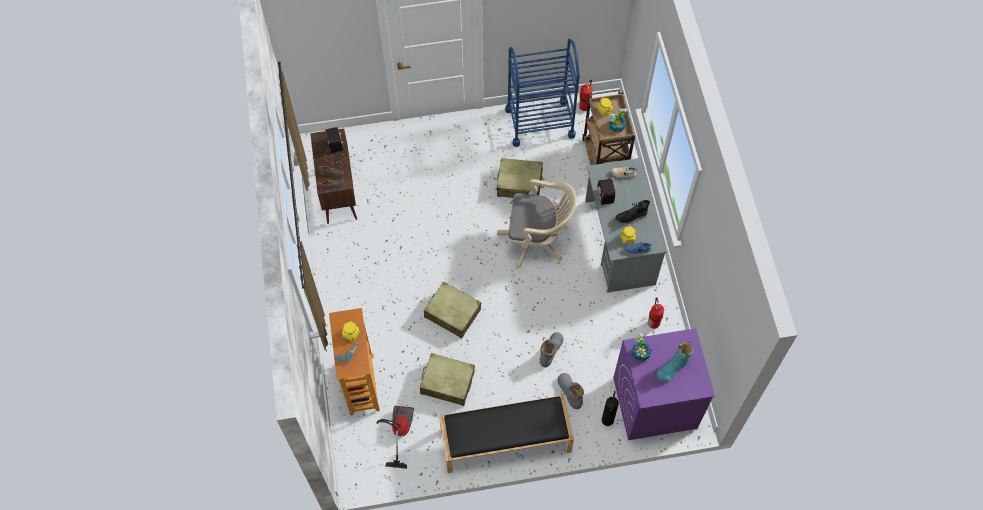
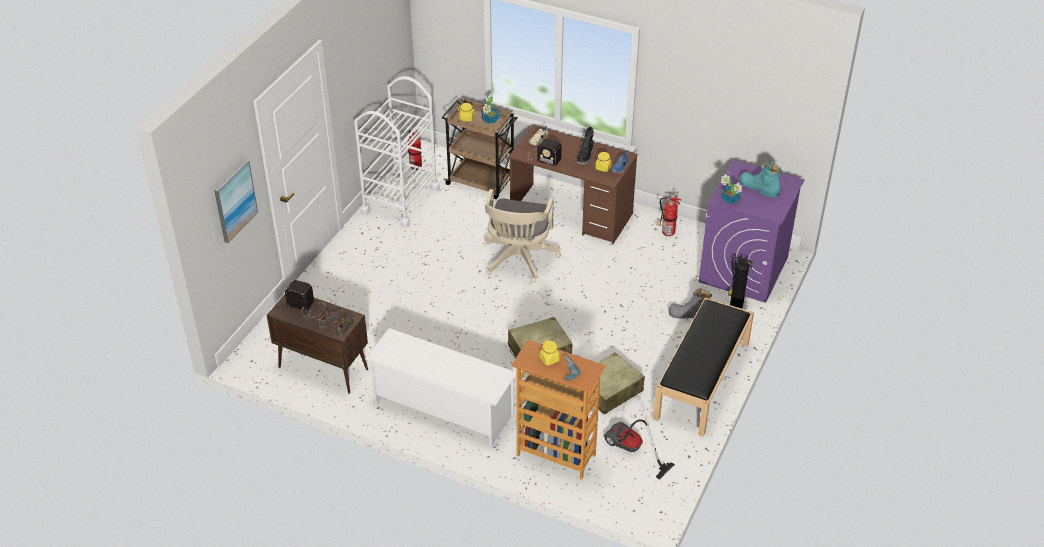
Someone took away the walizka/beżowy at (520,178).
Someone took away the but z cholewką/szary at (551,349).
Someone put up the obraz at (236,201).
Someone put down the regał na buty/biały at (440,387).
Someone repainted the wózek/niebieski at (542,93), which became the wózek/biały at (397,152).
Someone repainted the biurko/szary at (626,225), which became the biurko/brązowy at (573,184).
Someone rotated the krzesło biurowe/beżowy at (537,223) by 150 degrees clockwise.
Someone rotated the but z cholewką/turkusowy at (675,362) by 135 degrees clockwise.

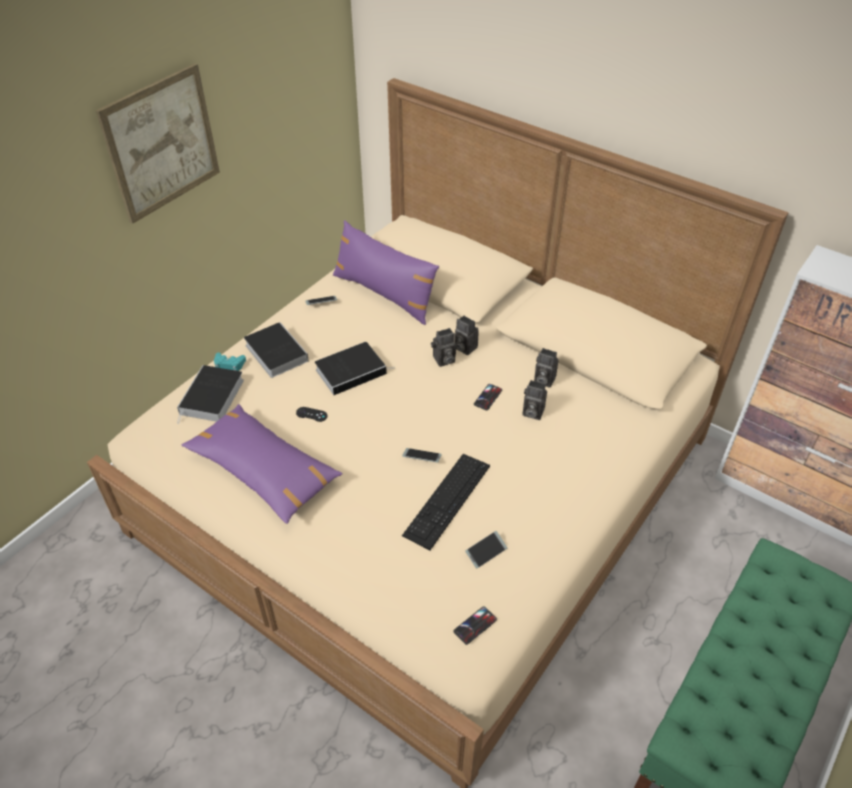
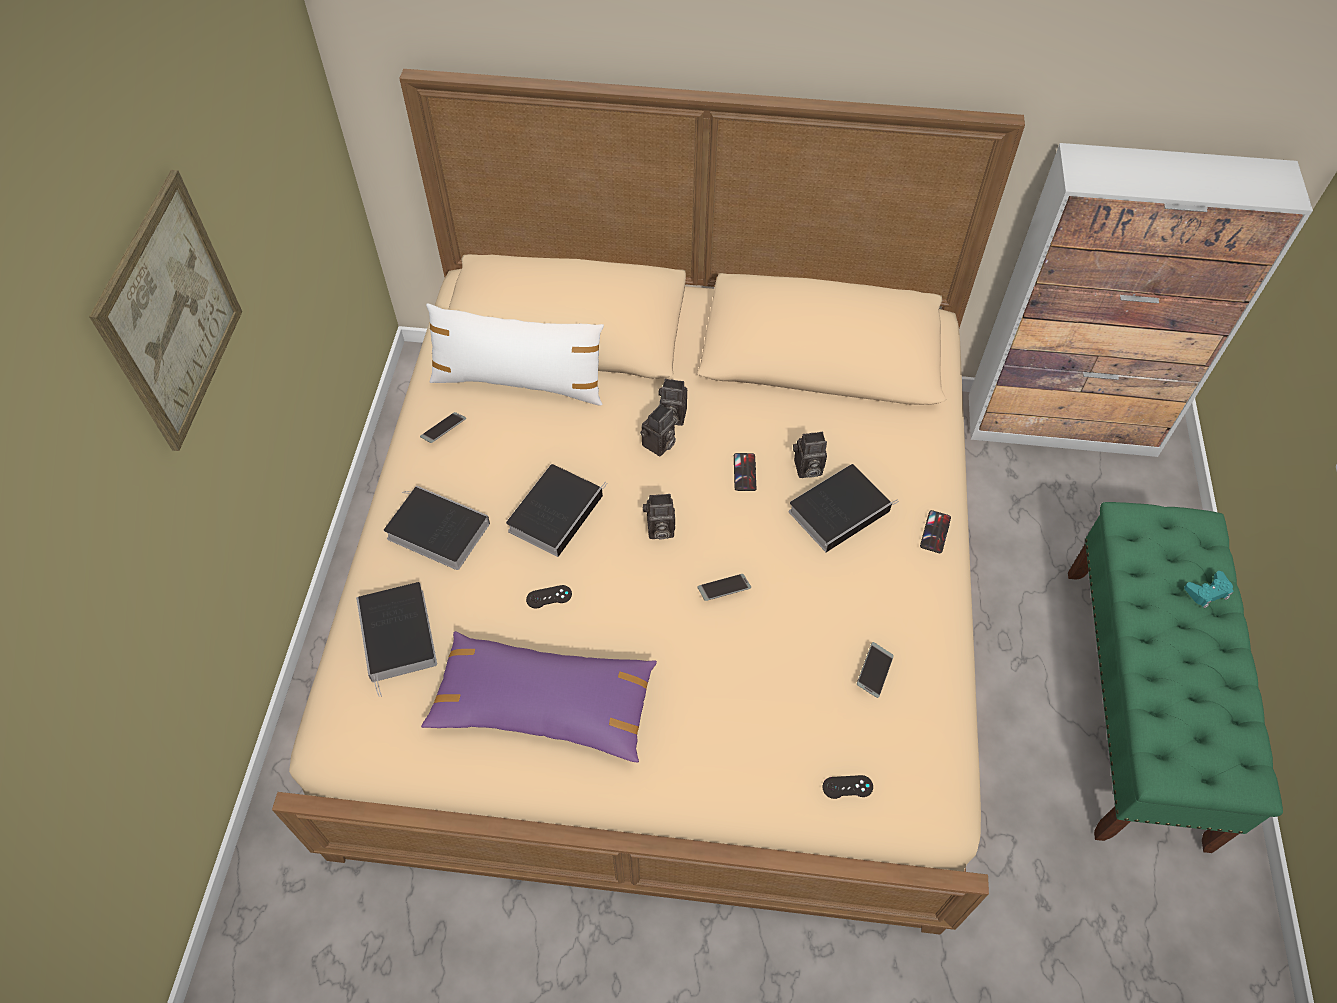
Someone took away the klawiatura at (446,502).
Someone put down the książka at (843,508).
Someone put down the pad do gier/czarny at (848,787).
Someone carried the pad do gier/turkusowy from (230,362) to (1209,589).
Someone carried the telefon from (475,625) to (935,531).
Someone carried the aparat fotograficzny from (546,368) to (659,516).
Someone repainted the poduszka/fioletowy at (386,272), which became the poduszka/biały at (515,355).

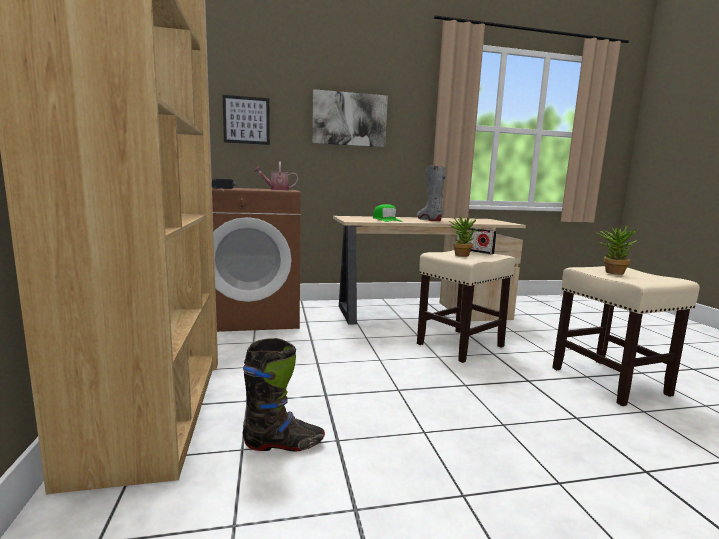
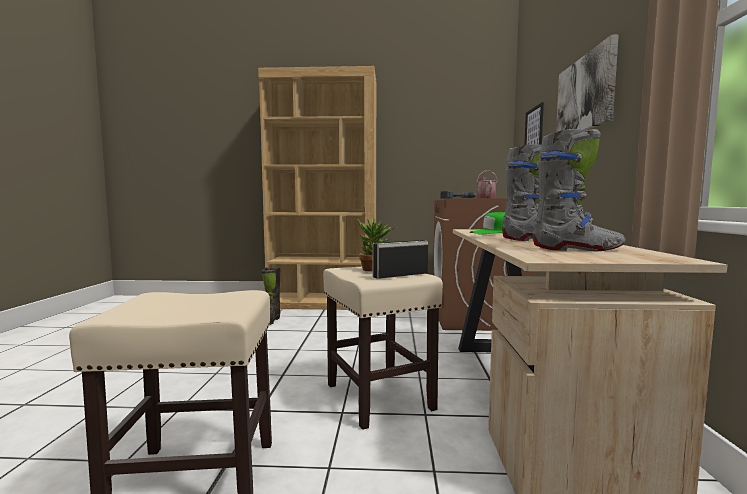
Someone took away the roślina doniczkowa at (616,250).
Someone put down the but z cholewką/szary at (579,190).

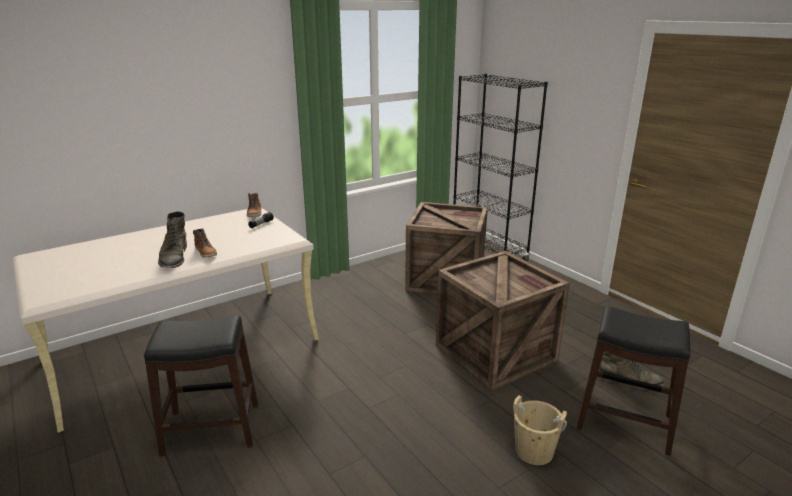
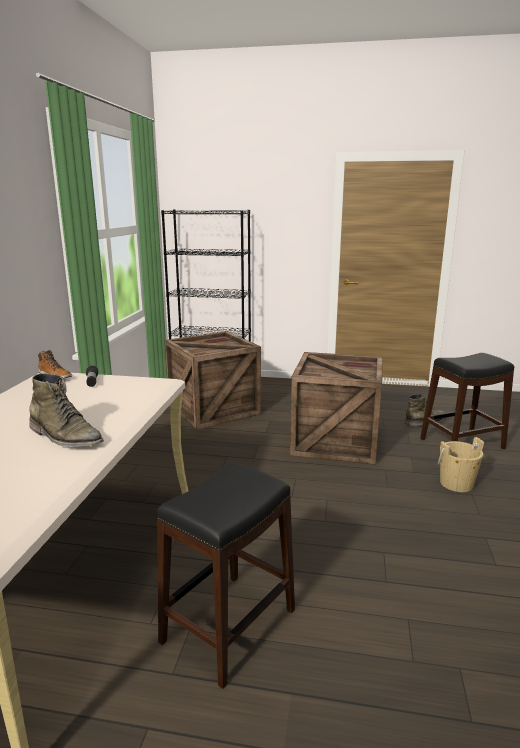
Someone took away the but z cholewką at (205,243).

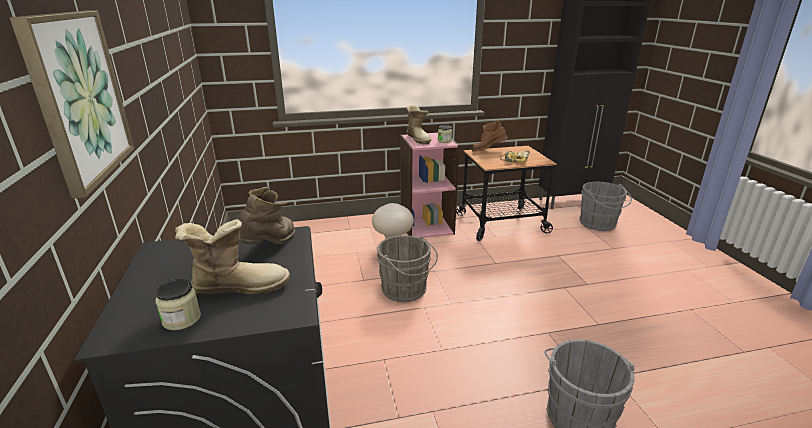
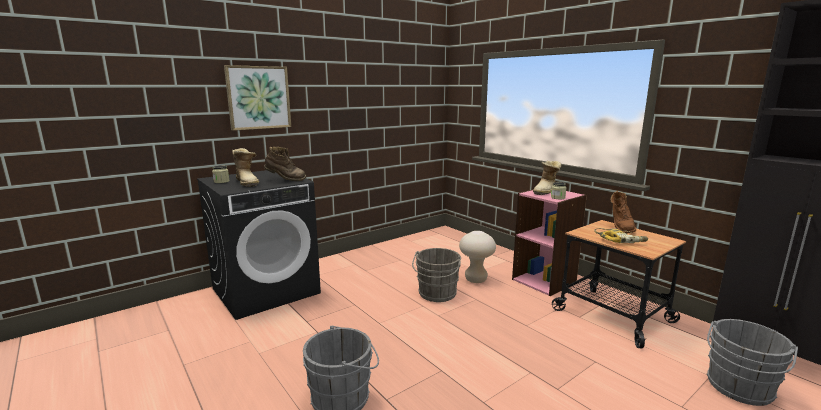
Someone rotated the but z cholewką/brązowy at (490,136) by 135 degrees counterclockwise.

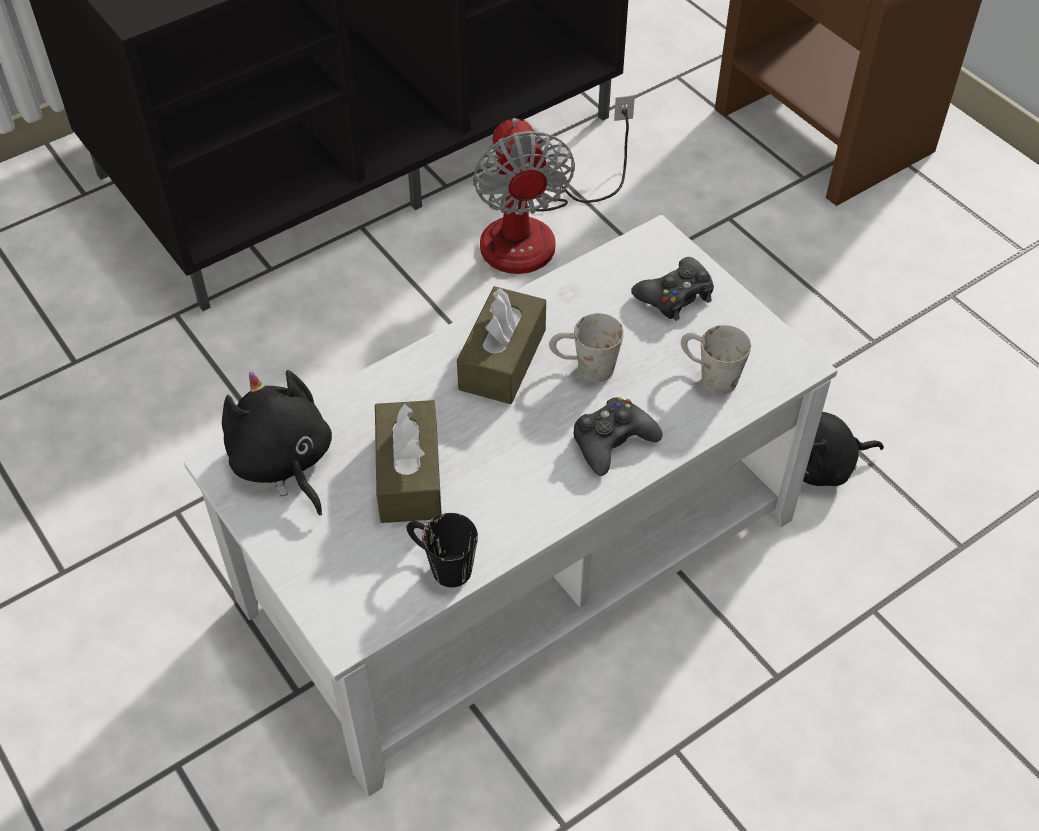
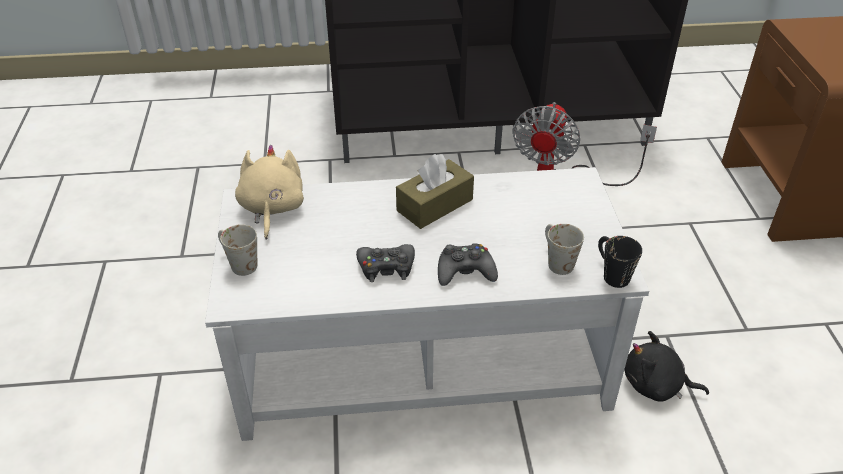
Someone took away the pudełko chusteczek/brązowy at (408,461).
Someone carried the kubek/czarny from (442,550) to (620,262).
Someone carried the kubek/biały from (586,348) to (237,250).
Someone carried the pad do gier/czarny from (672,289) to (385,263).
Someone repainted the pluszak/czarny at (277,442), which became the pluszak/beżowy at (269,192).

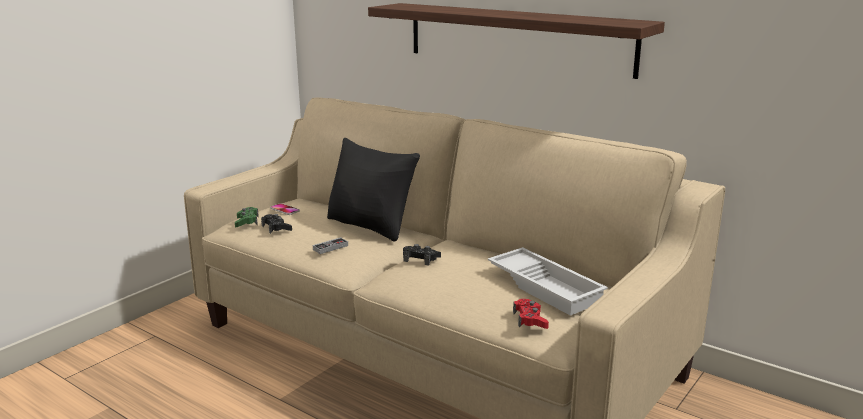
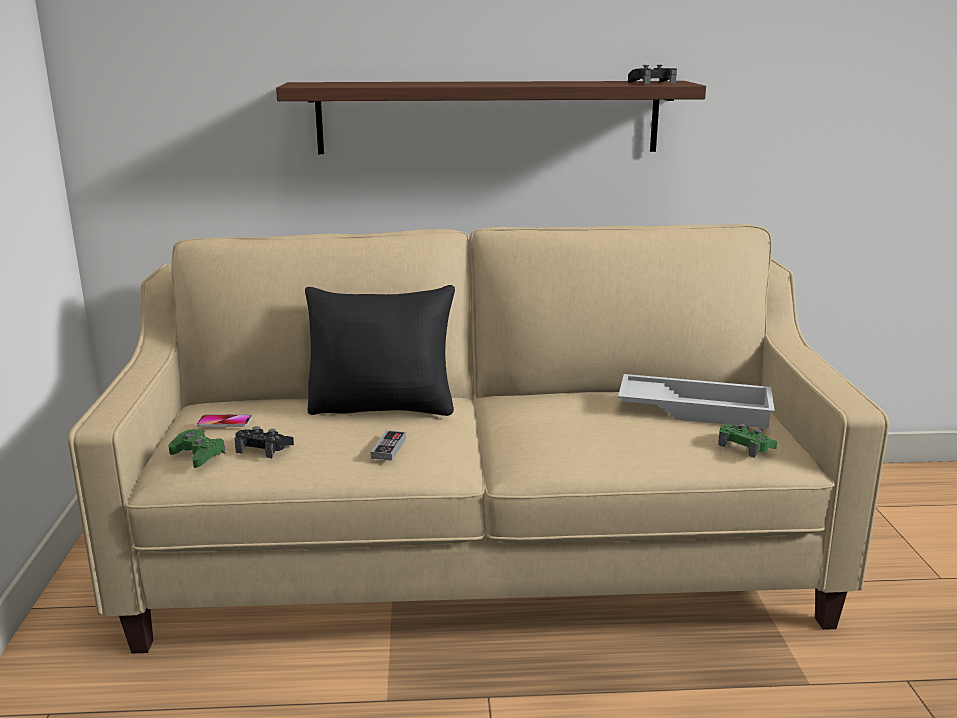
Someone carried the pad do gier/czarny from (422,254) to (652,74).
Someone repainted the pad do gier/czerwony at (531,314), which became the pad do gier/zielony at (747,440).

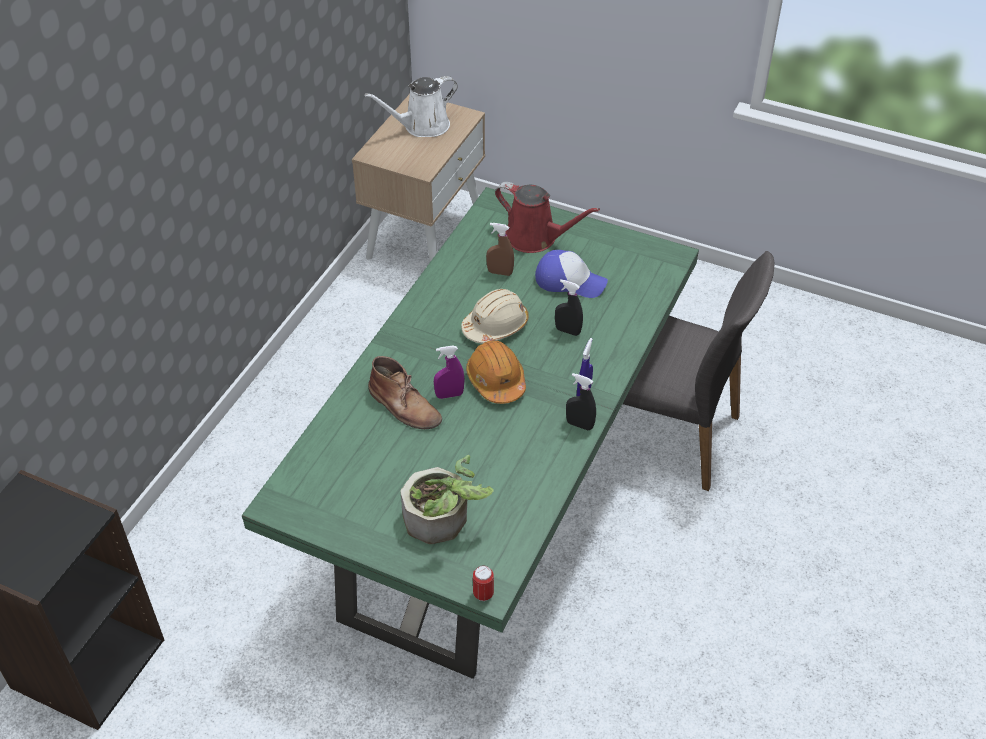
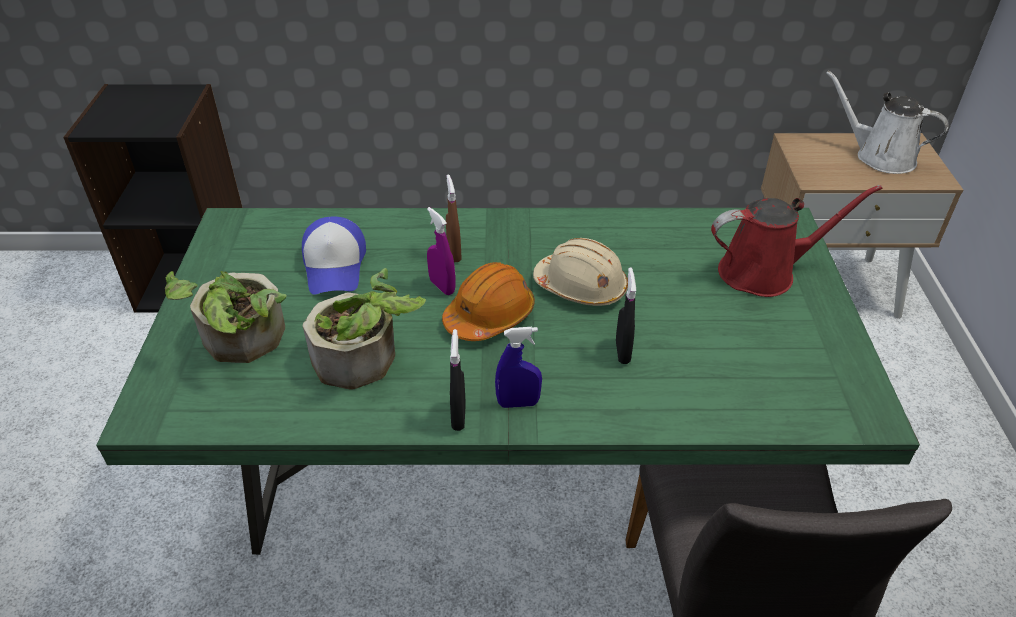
Someone took away the but z cholewką/brązowy at (405,392).
Someone took away the puszka at (483,583).
Someone put down the roślina doniczkowa at (364,329).
Someone carried the spryskiwacz/brązowy from (500,249) to (454,218).
Someone carried the czapka z daszkiem from (571,274) to (334,256).
Someone rotated the konewka/czerwony at (547,217) by 105 degrees counterclockwise.

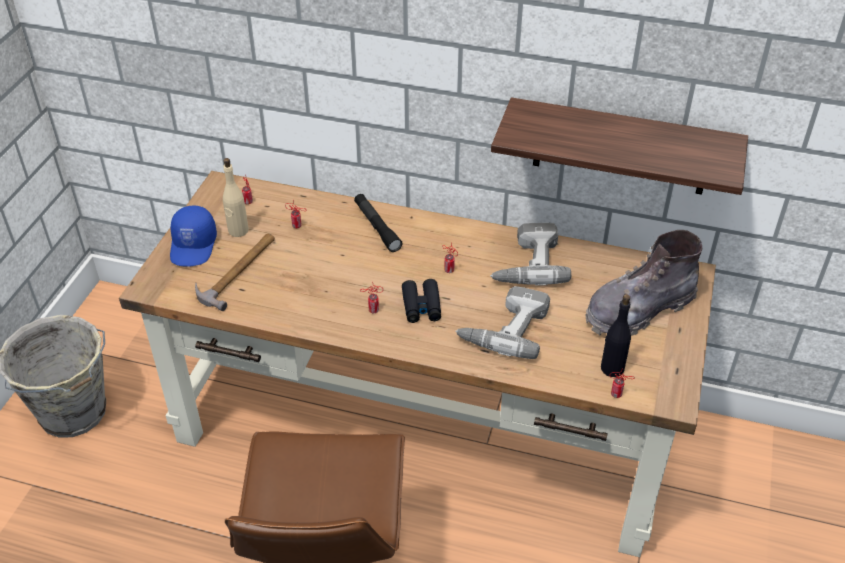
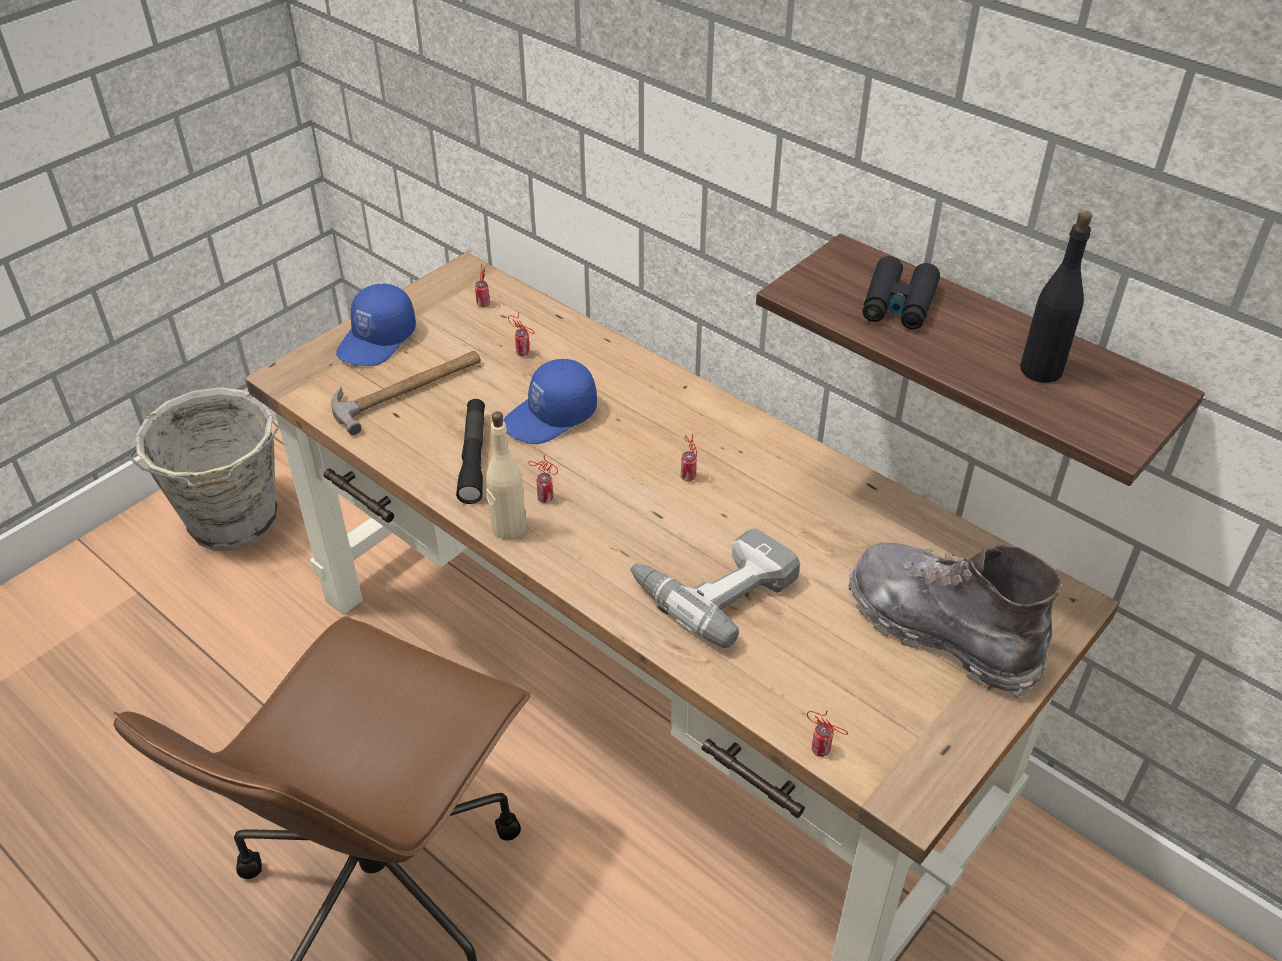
Someone took away the wiertarka at (530,254).
Someone put down the czapka z daszkiem/niebieski at (550,401).
Someone carried the butelka/beżowy from (236,197) to (506,475).
Someone carried the latarka/czarny from (378,223) to (470,451).
Someone carried the lornetka/czarny from (421,301) to (901,293).
Someone carried the butelka/czarny from (616,335) to (1056,296).
Someone rotated the but z cholewką/szary at (644,283) by 45 degrees clockwise.

